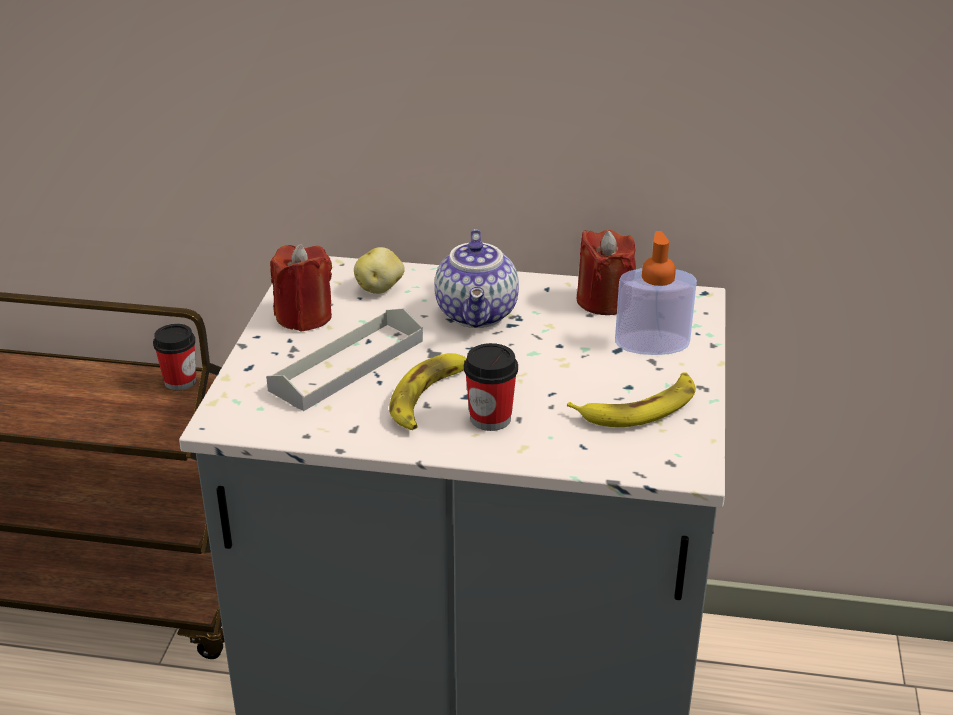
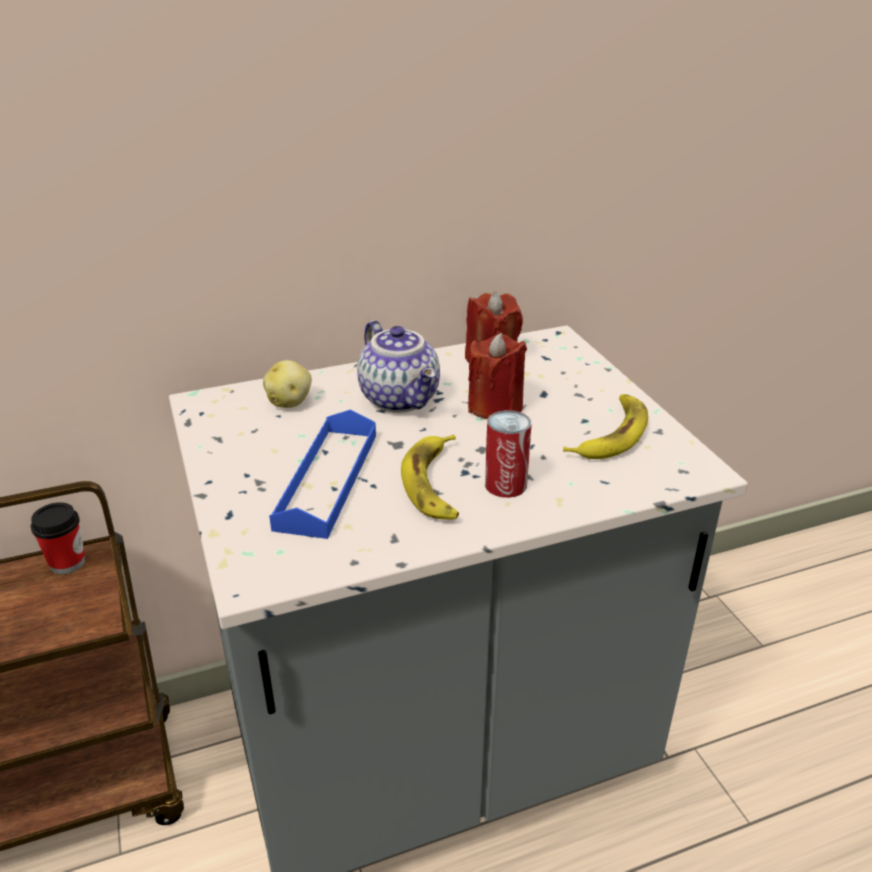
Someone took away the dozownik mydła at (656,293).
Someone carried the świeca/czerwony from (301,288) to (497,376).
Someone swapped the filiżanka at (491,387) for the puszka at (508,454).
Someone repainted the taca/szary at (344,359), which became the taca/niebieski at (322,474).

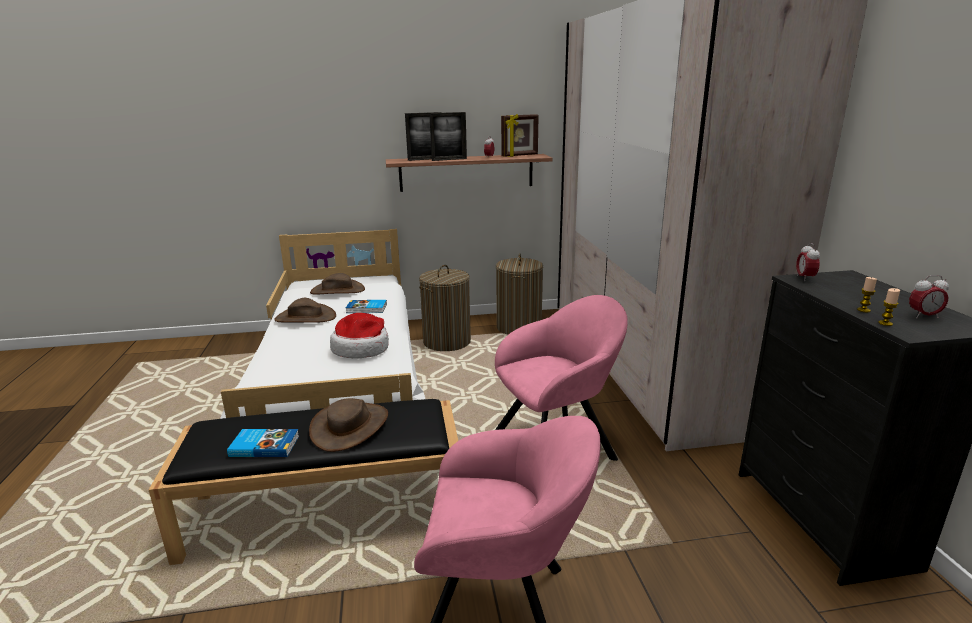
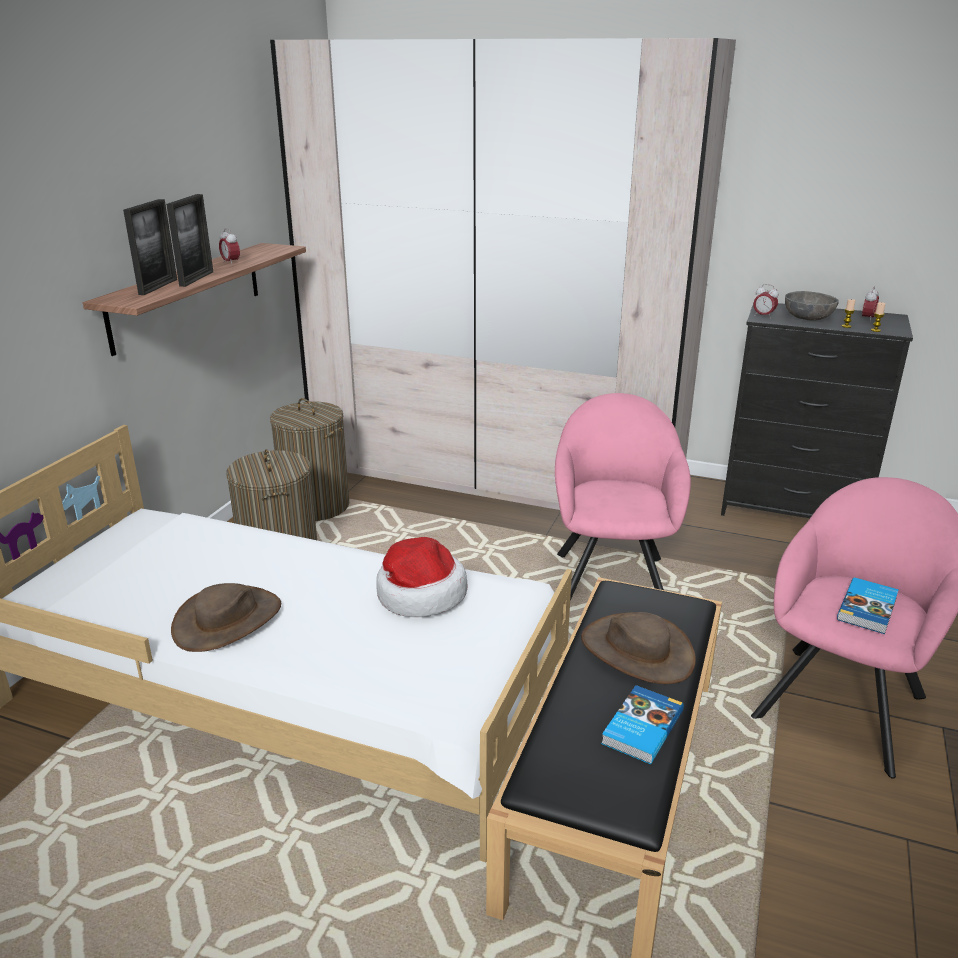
Someone took away the kapelusz/brązowy at (337,284).
Someone took away the ramka na zdjęcie at (520,135).
Someone put down the miska/szary at (812,306).
Someone carried the książka from (366,306) to (868,605).

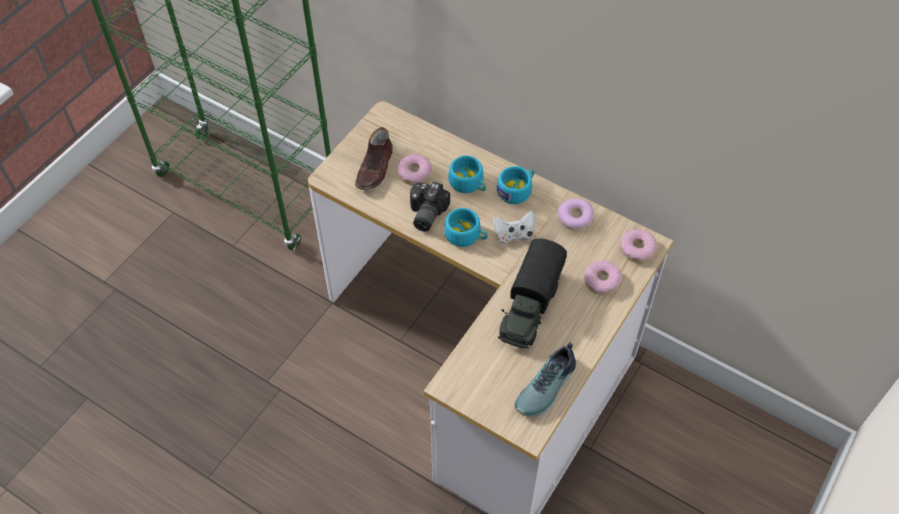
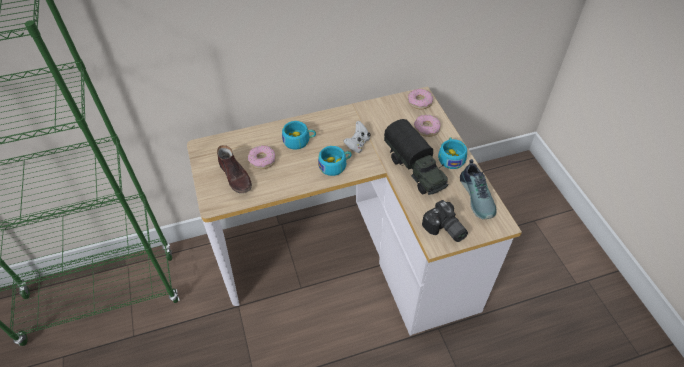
Someone took away the donut at (576,215).
Someone carried the aparat fotograficzny from (430,207) to (445,221).
Someone carried the filiżanka/turkusowy from (516,185) to (452,153).

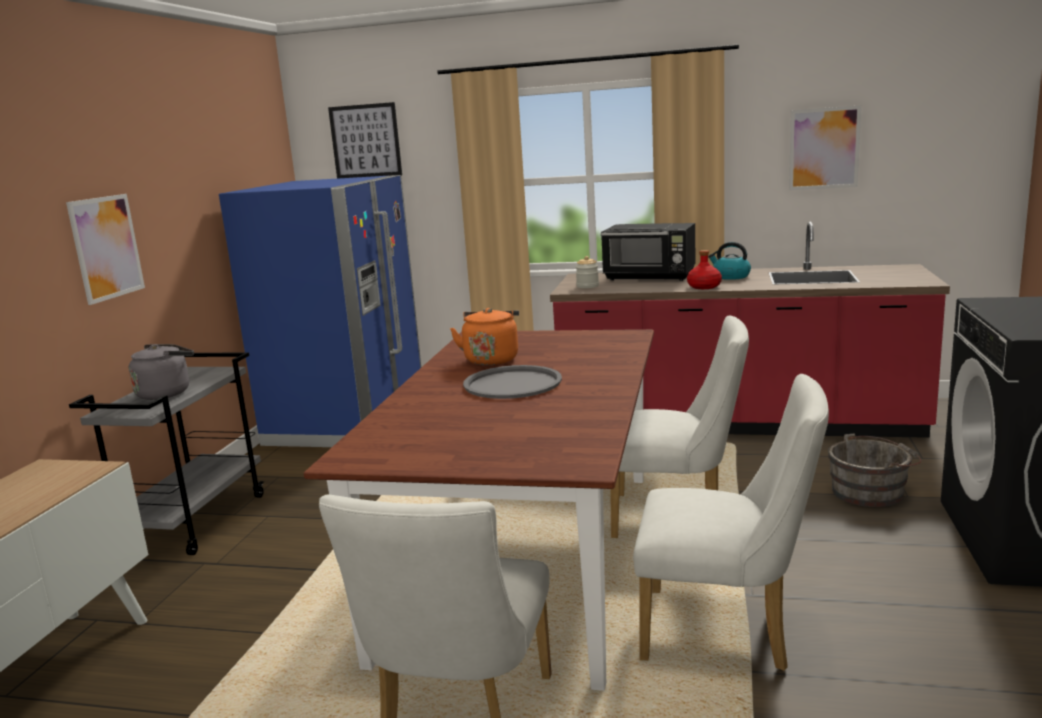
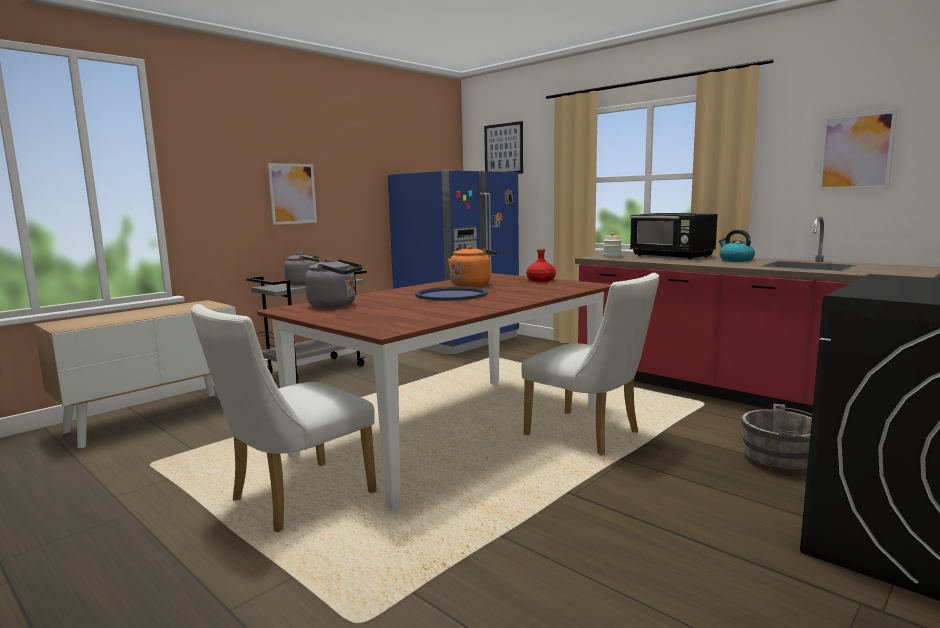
Someone took away the krzesło/biały at (731,522).
Someone put down the czajnik/szary at (334,283).
Someone carried the butelka/czerwony from (704,269) to (541,265).
Someone repainted the taca/szary at (512,382), which became the taca/niebieski at (451,293).

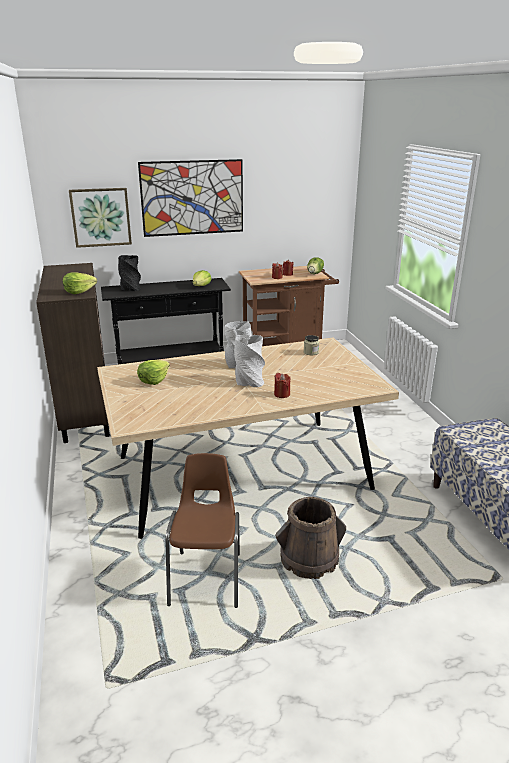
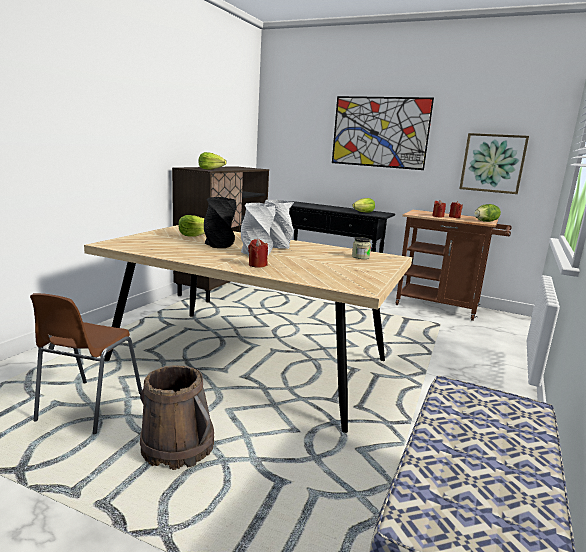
Someone carried the obraz from (100,218) to (494,163).
Someone carried the wazon/czarny from (129,273) to (220,222).
Someone rotated the krzesło/brązowy at (202,530) by 150 degrees clockwise.

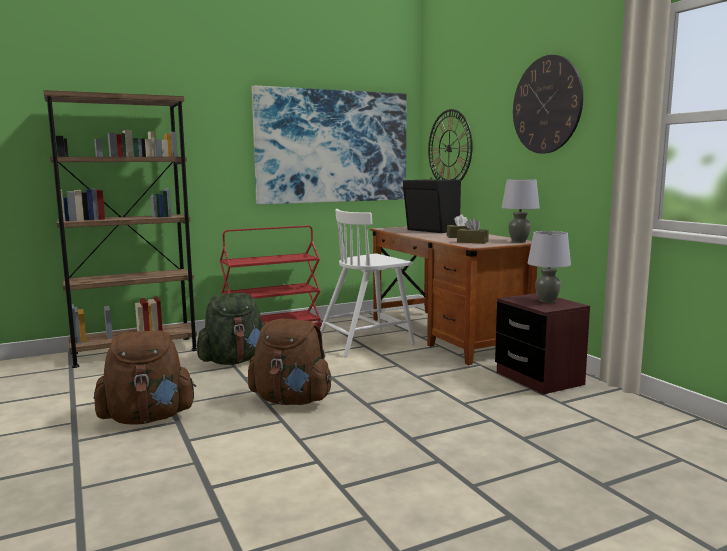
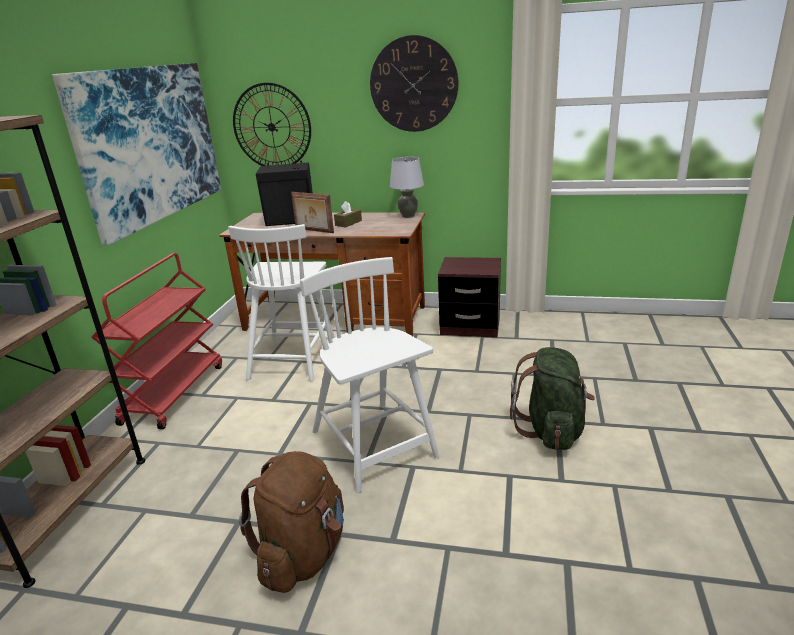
Someone took away the pudełko chusteczek/brązowy at (473,231).
Someone took away the lampa stołowa/szary at (549,267).
Someone put down the ramka na zdjęcie at (312,212).
Someone carried the plecak/zielony from (230,329) to (552,398).
Someone swapped the plecak/brązowy at (290,362) for the krzesło/biały at (369,375).

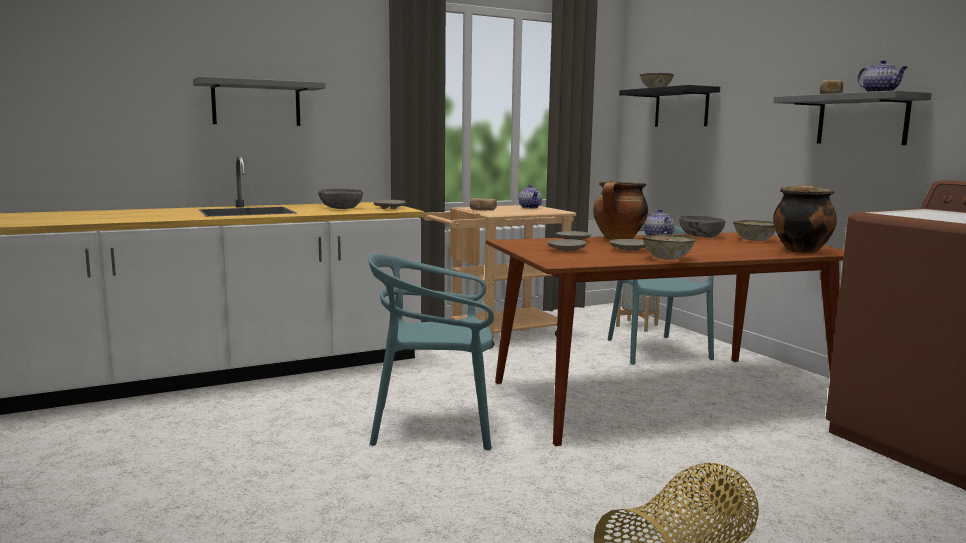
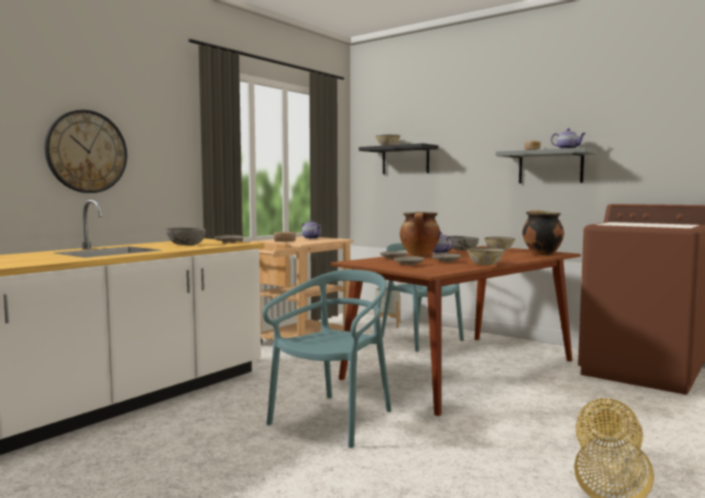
Someone swapped the półka/szary at (259,101) for the zegar ścienny at (85,151).
Someone rotated the krzesło/turkusowy at (431,352) by 150 degrees clockwise.

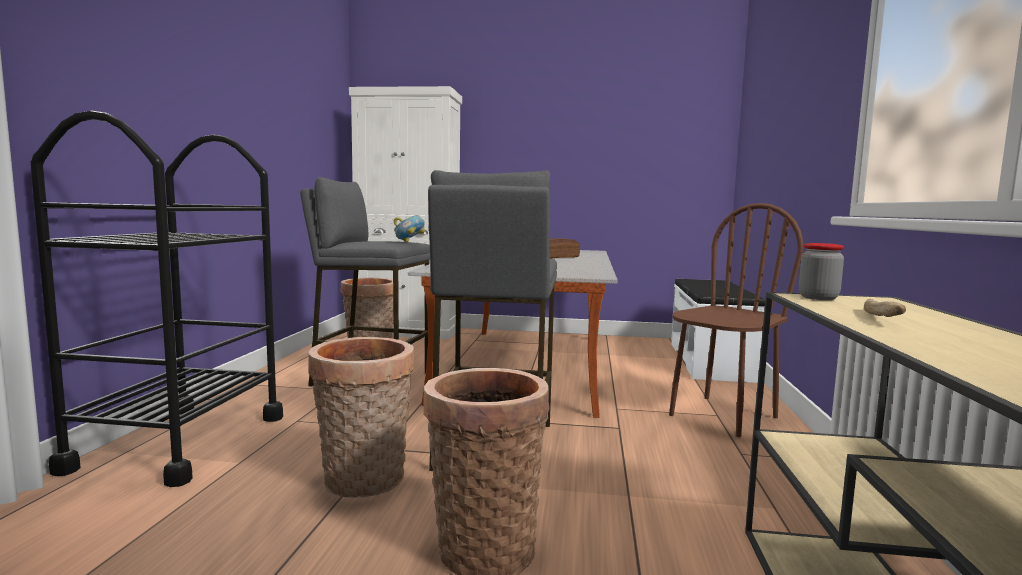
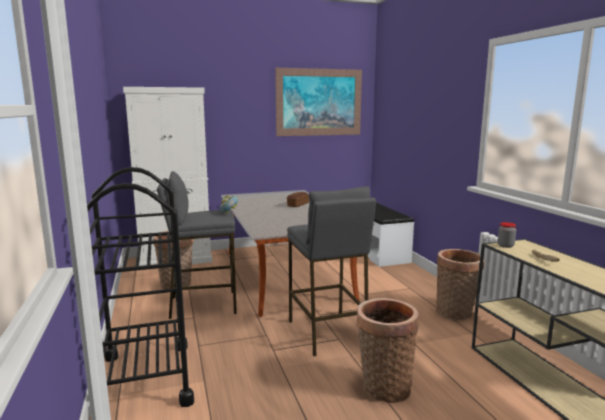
Someone took away the krzesło/brązowy at (736,320).
Someone put up the obraz at (318,102).
Someone carried the koszyk from (361,417) to (460,284).

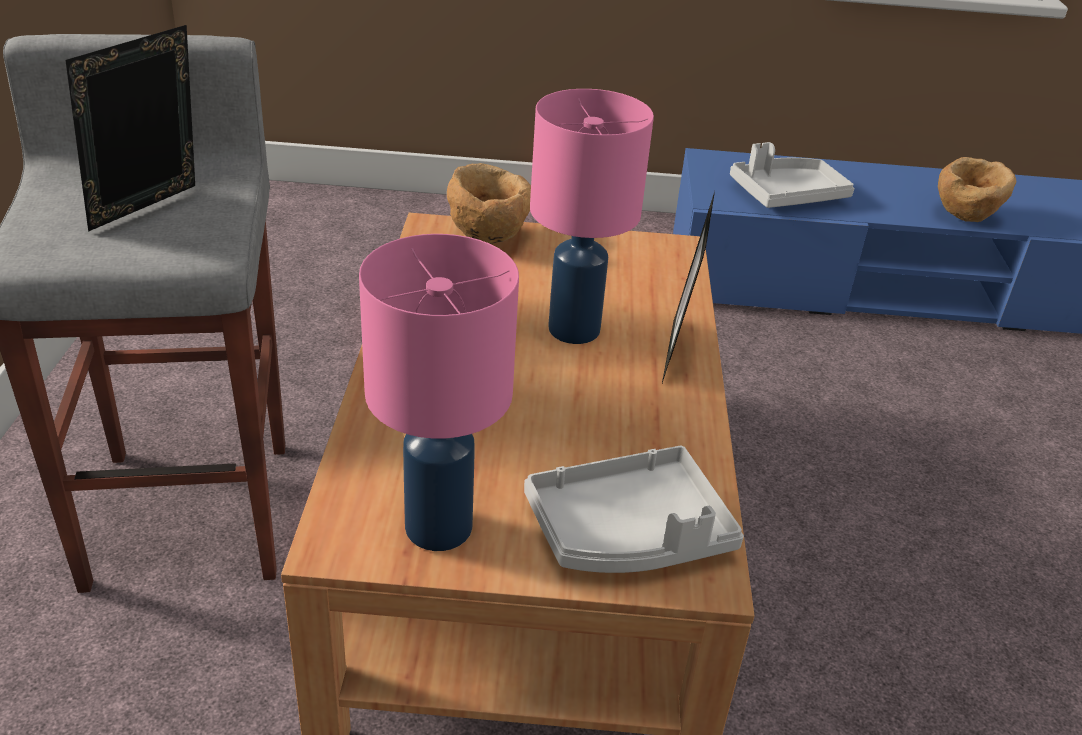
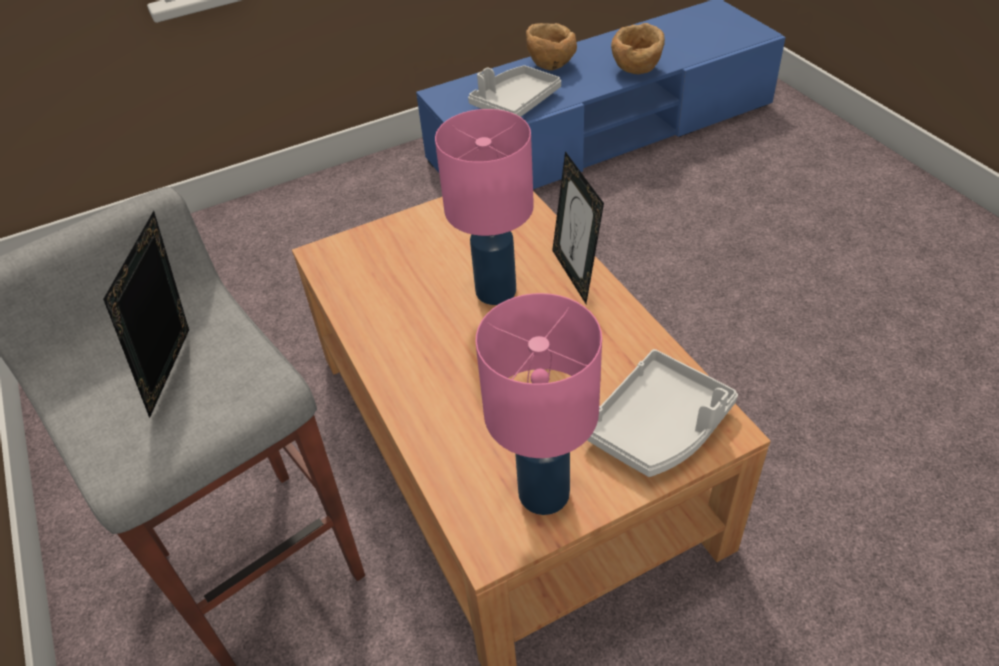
Someone carried the miska/brązowy from (489,203) to (551,47).

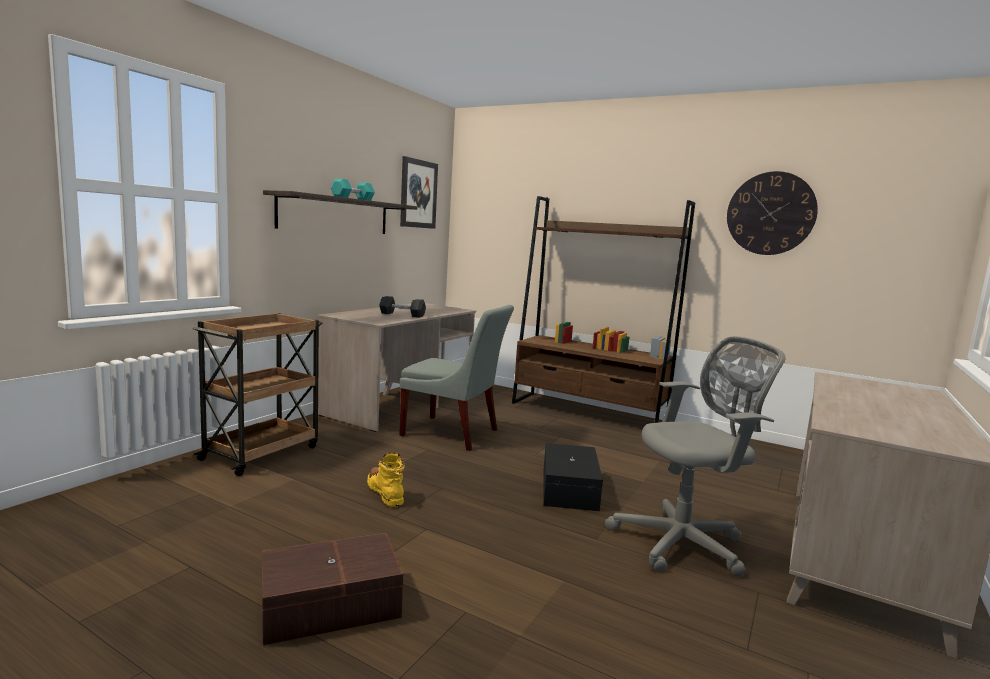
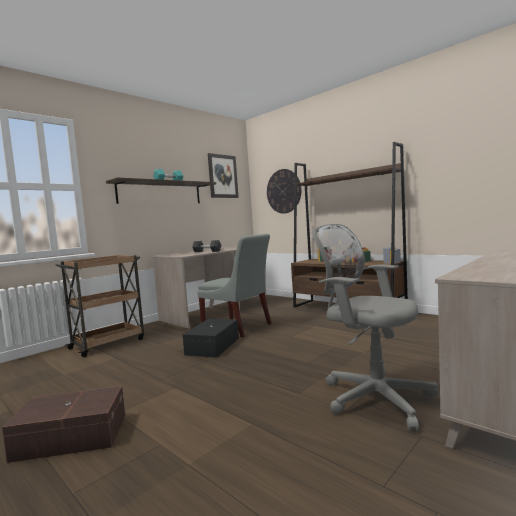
Someone took away the but z cholewką/żółty at (386,480).
Someone carried the pojemnik do przechowywania/czarny from (573,477) to (210,338).
Someone carried the zegar ścienny from (772,213) to (284,191).
Someone rotated the krzesło biurowe/szary at (695,456) by 135 degrees counterclockwise.

